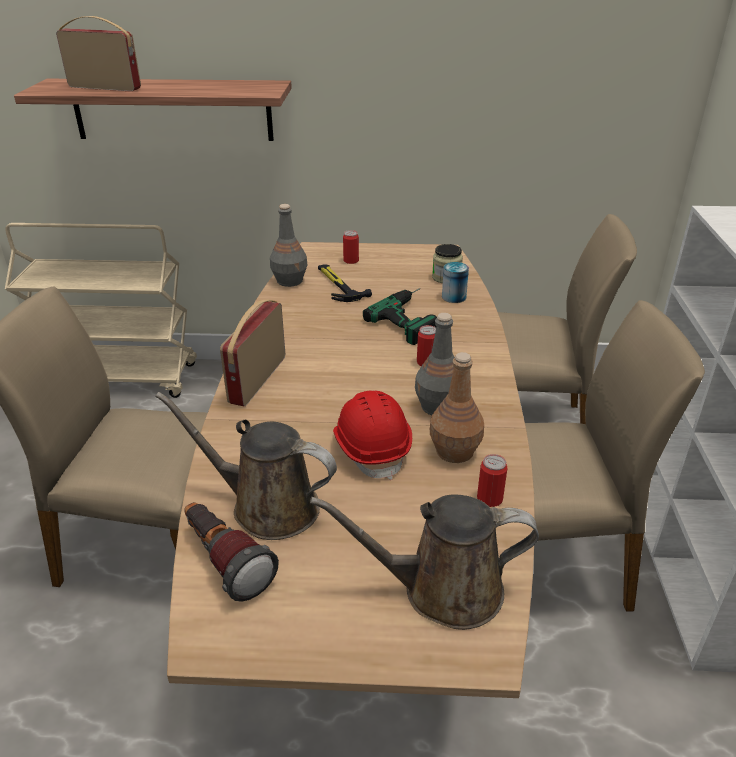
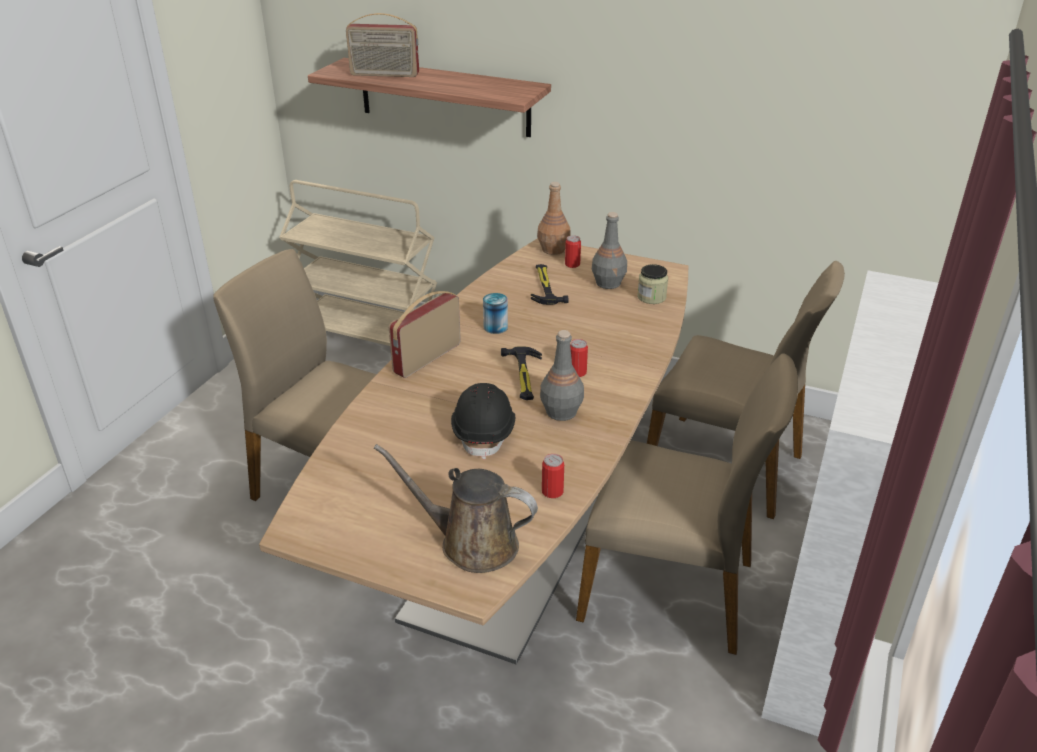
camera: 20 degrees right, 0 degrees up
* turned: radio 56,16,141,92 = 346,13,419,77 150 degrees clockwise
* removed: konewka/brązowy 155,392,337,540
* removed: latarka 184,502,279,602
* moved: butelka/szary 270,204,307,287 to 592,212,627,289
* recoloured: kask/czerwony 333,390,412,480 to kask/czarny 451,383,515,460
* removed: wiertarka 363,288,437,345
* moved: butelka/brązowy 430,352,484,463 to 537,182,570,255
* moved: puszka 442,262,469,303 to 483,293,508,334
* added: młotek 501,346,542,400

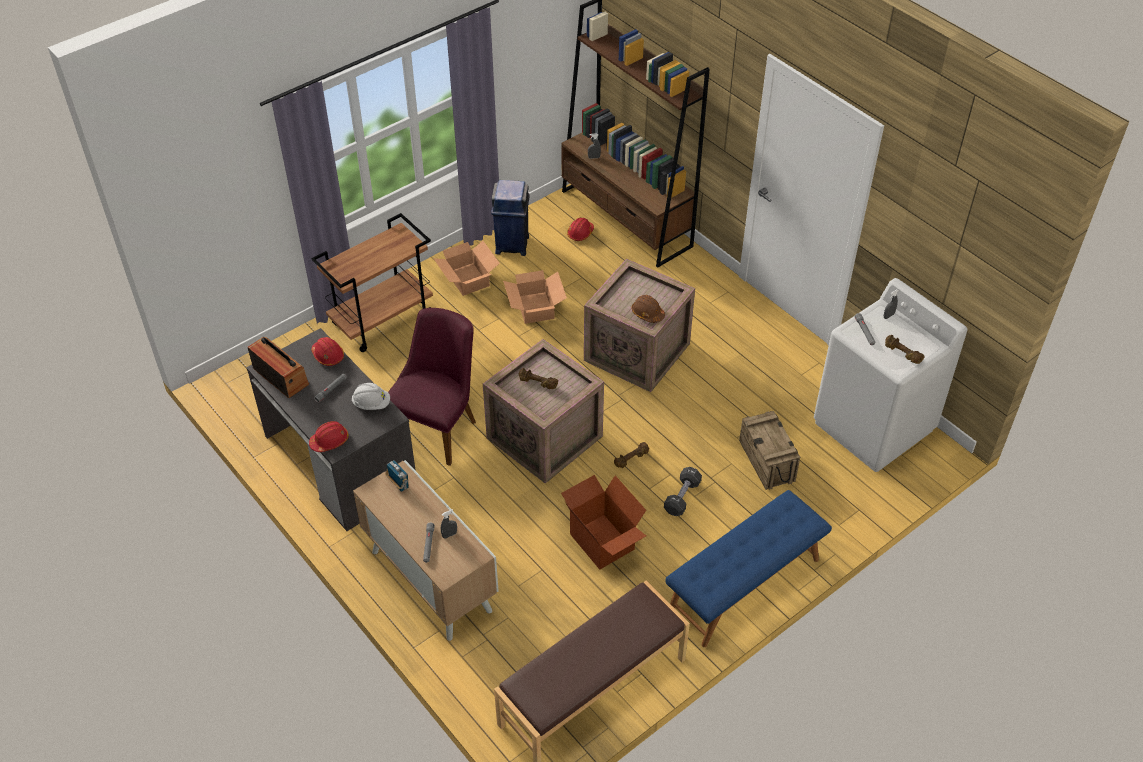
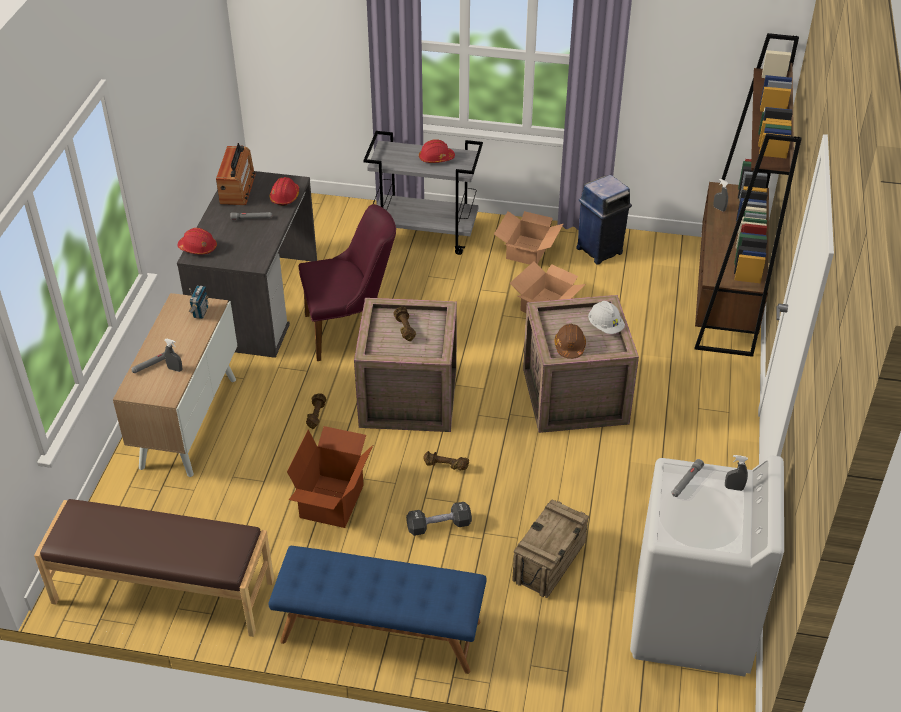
camera: 50 degrees right, 5 degrees down
* recoloured: wózek/brązowy 311,213,433,352 to wózek/szary 363,131,483,255
* moved: kask/biały 352,383,390,410 to 588,301,625,334
* moved: kask/czerwony 567,217,594,241 to 419,139,455,163
* moved: hantel/brązowy 885,335,925,364 to 306,393,326,429

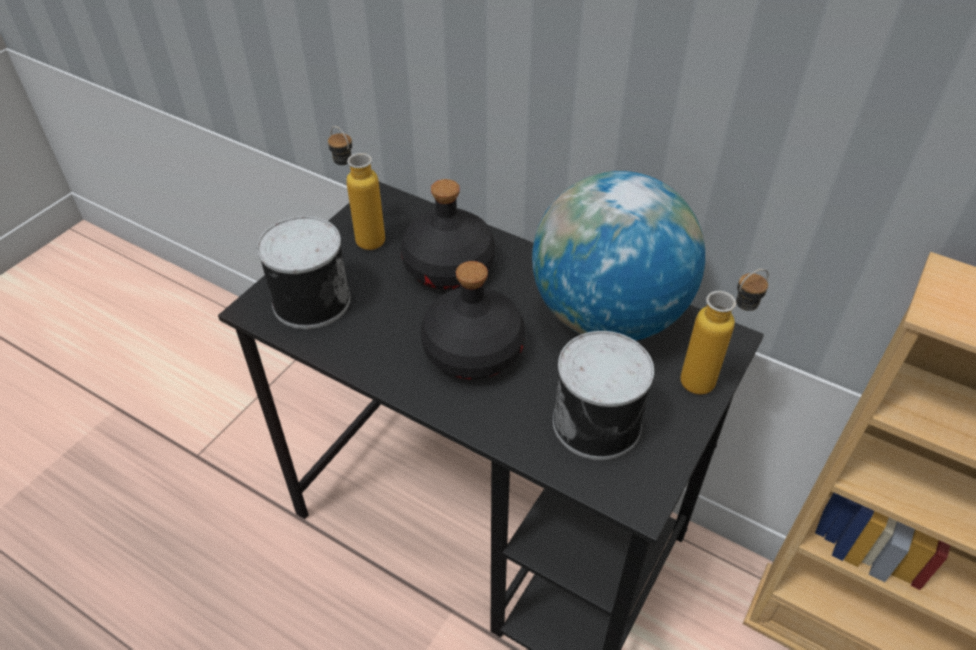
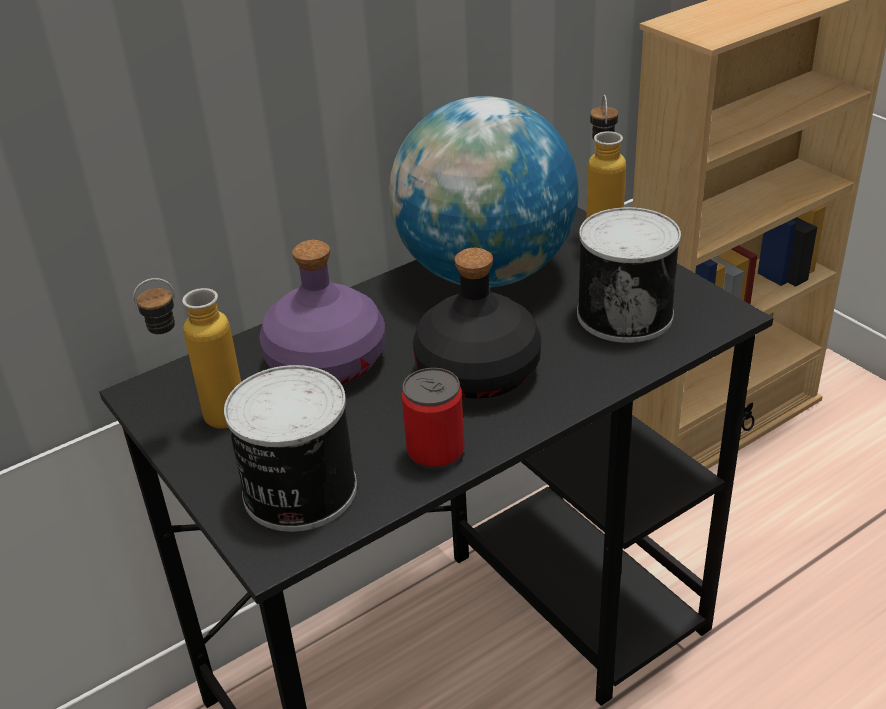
camera: 65 degrees left, 10 degrees down
* recoloured: butelka/czarny 400,179,495,289 to butelka/fioletowy 259,240,385,384
* added: puszka 402,368,465,470

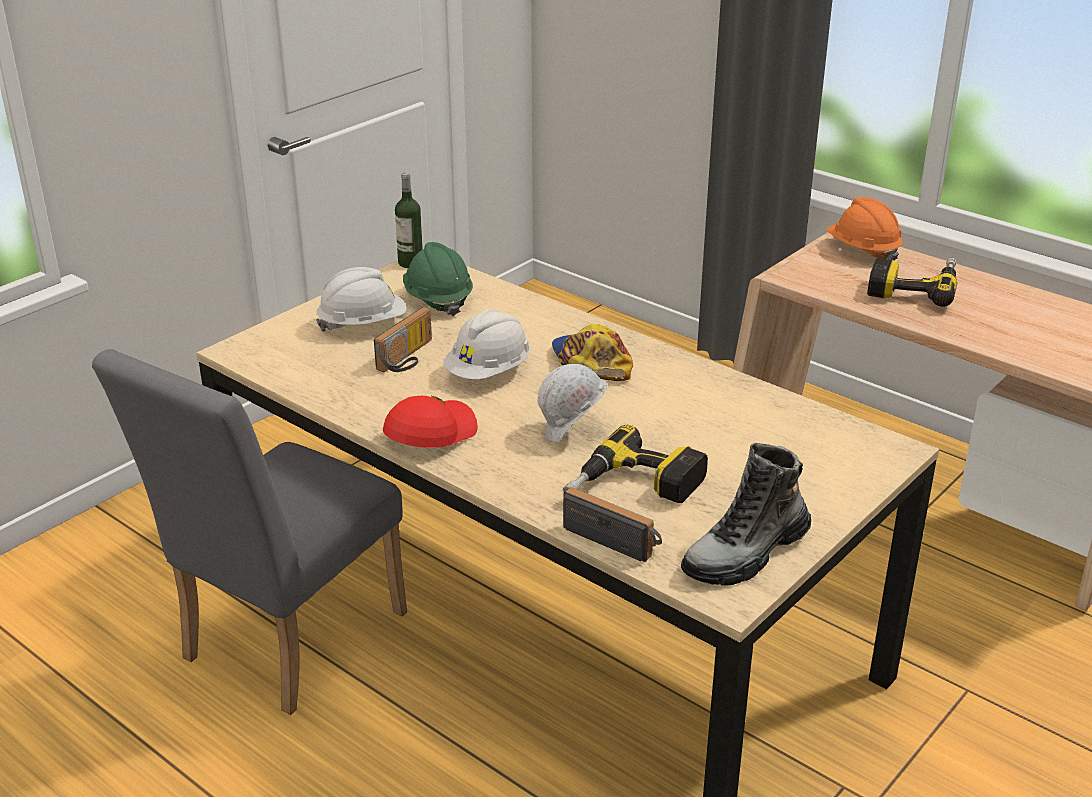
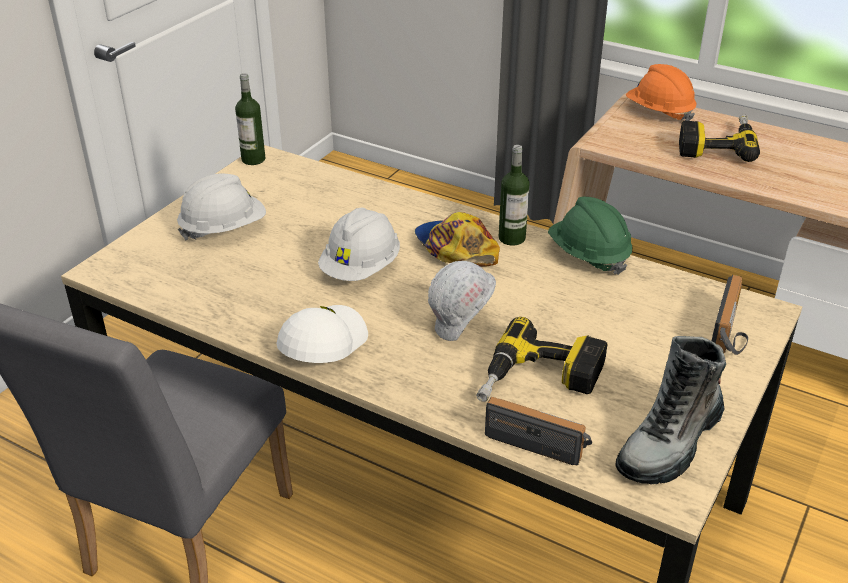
camera: 10 degrees left, 5 degrees up
* moved: radio 374,307,432,372 to 712,275,748,355
* recoloured: czapka z daszkiem/czerwony 383,395,478,448 to czapka z daszkiem/biały 276,305,368,363
* moved: kask/zielony 403,242,473,316 to 548,197,632,275
* added: butelka 499,145,530,246

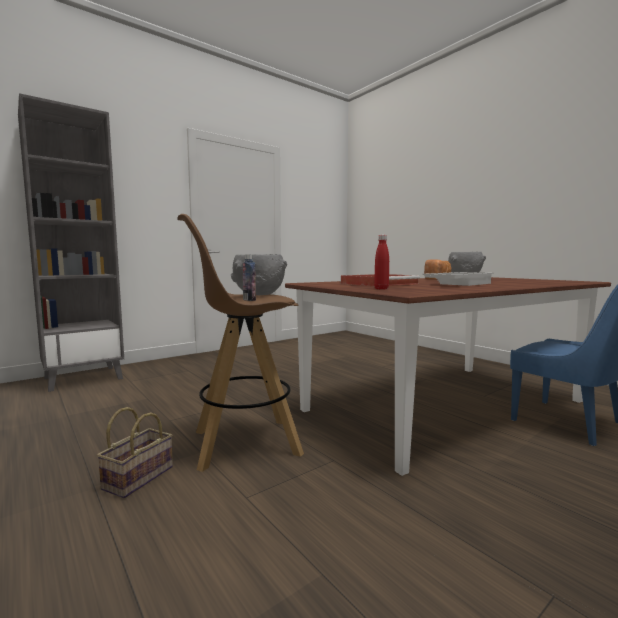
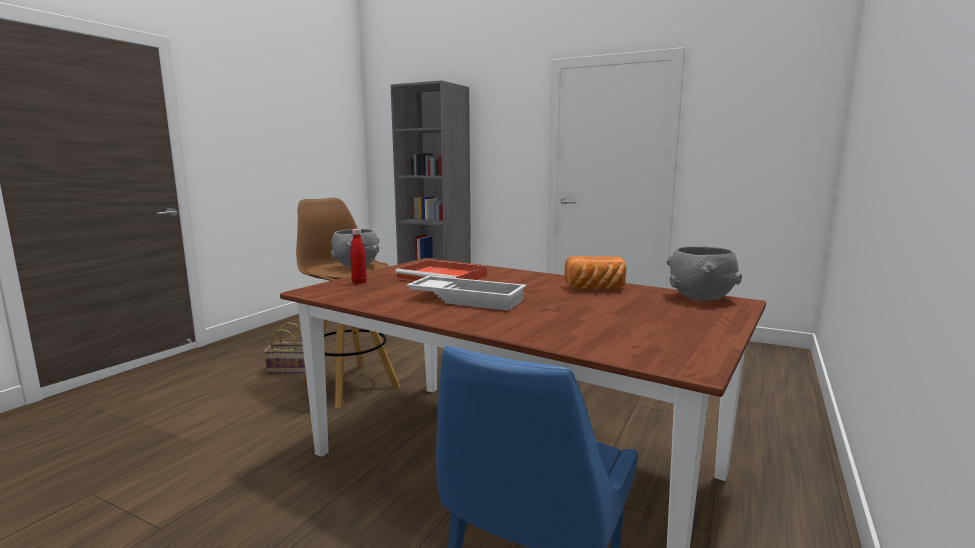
camera: 65 degrees right, 5 degrees up
* removed: butelka 242,254,256,301

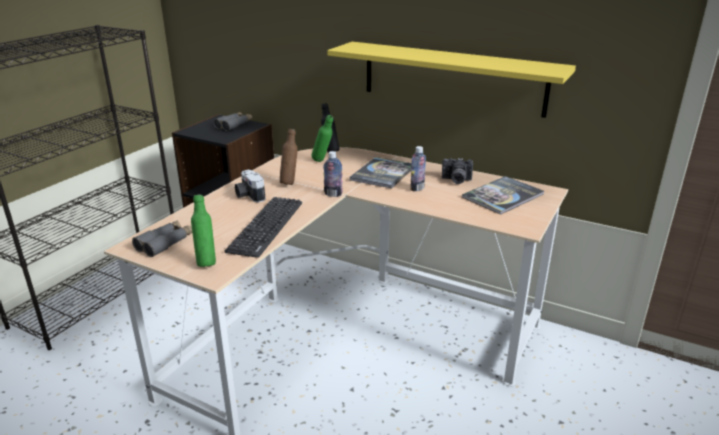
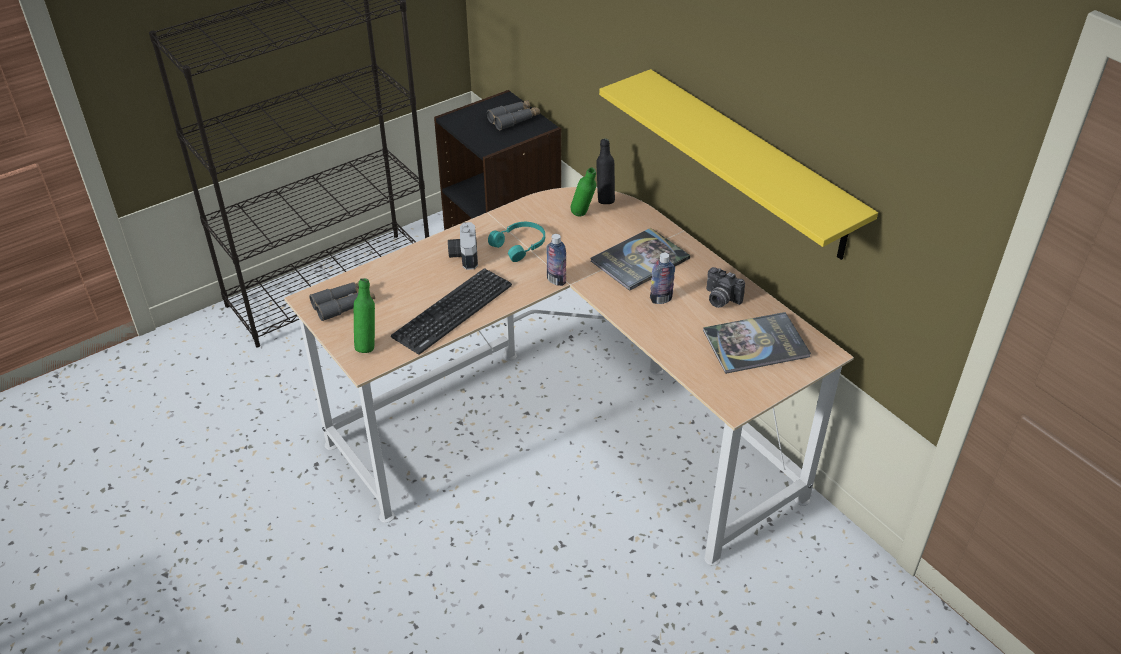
camera: 25 degrees right, 15 degrees up
* replaced: butelka/brązowy 280,129,298,185 to słuchawki/turkusowy 488,222,545,262

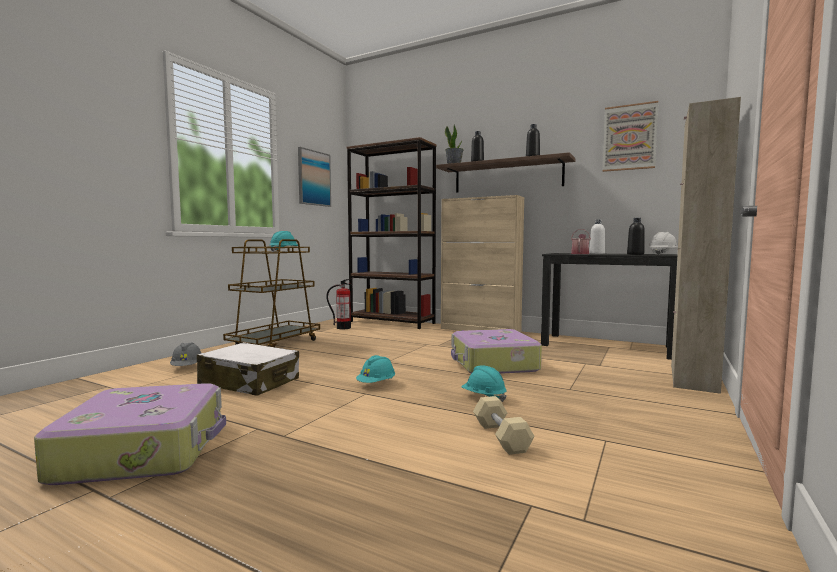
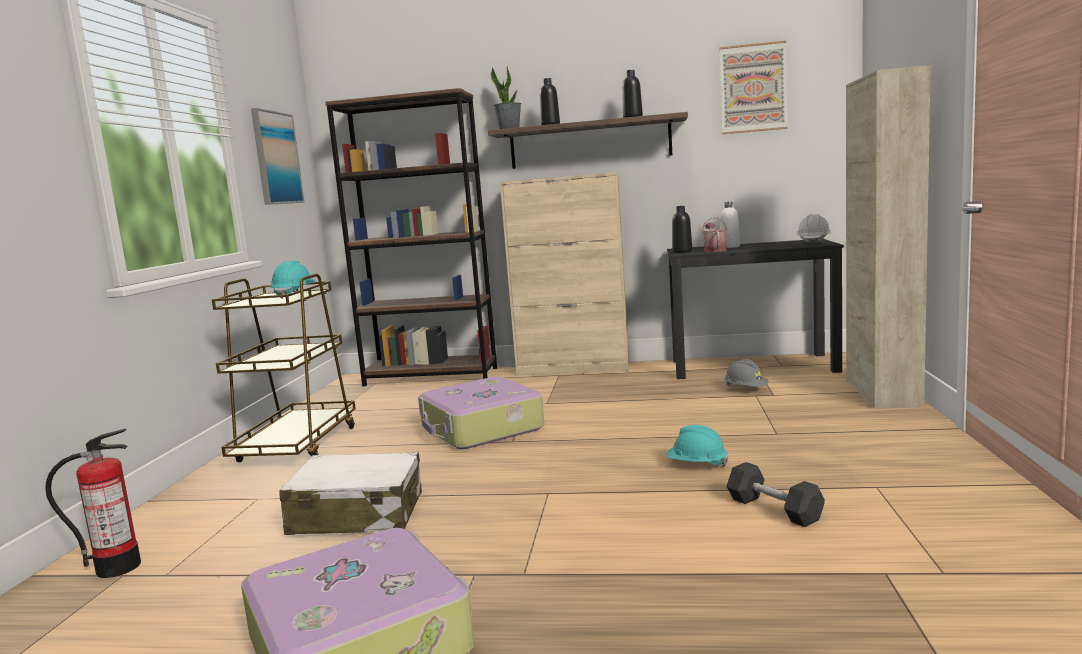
camera: 20 degrees left, 5 degrees up
* moved: kask/szary 170,342,201,366 to 725,359,769,387
* moved: gaśnica 326,279,353,329 to 45,429,141,578
* removed: kask/turkusowy 356,355,395,383
* moved: walizka 451,329,542,374 to 418,377,544,449
* recoloured: hantel/beżowy 473,396,535,455 to hantel/czarny 726,462,825,527
* moved: butelka/czarny 627,218,645,255 to 672,206,692,253

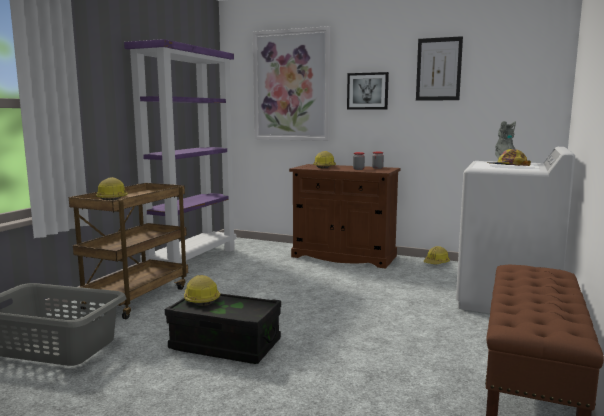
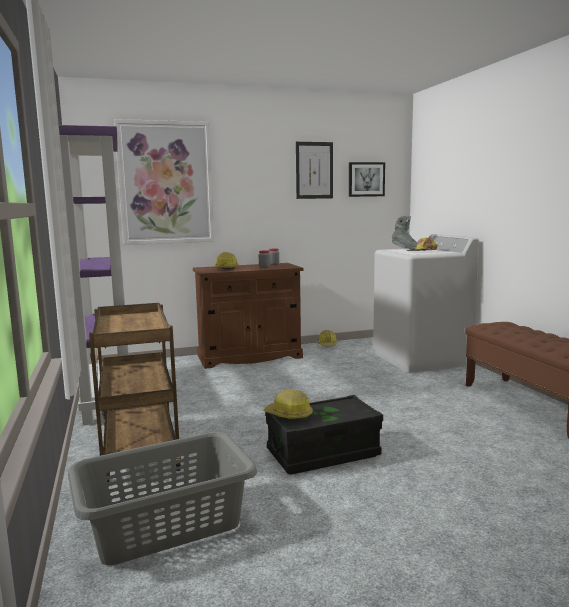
camera: 40 degrees left, 0 degrees up
* removed: kask 95,177,128,201
* moved: obraz 347,72,389,109 to 349,162,385,197

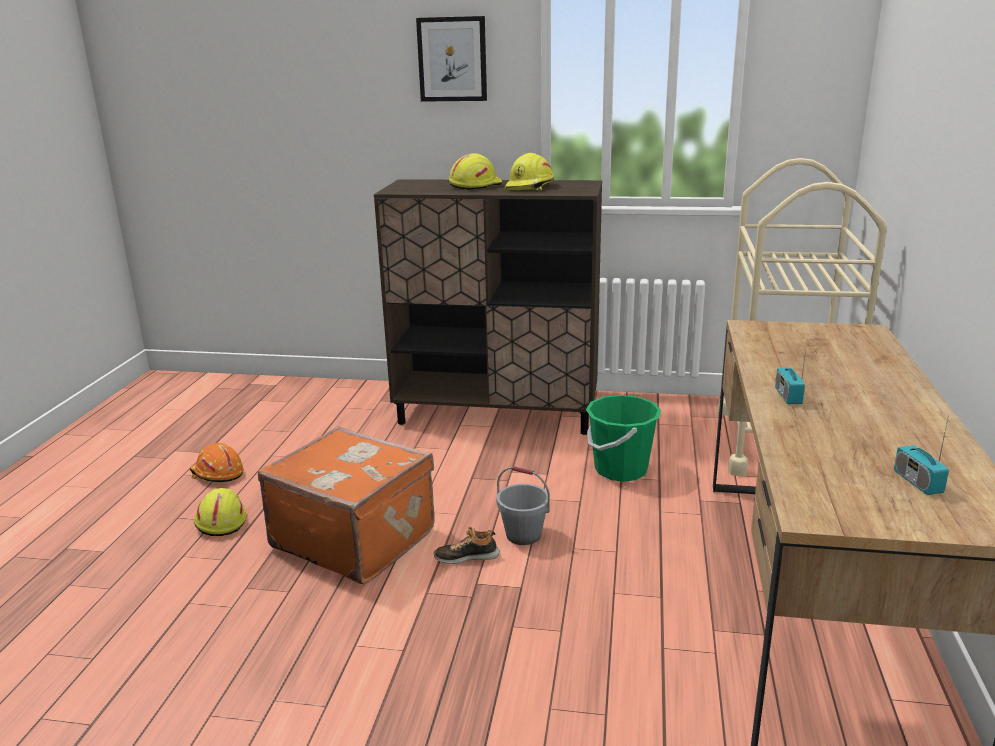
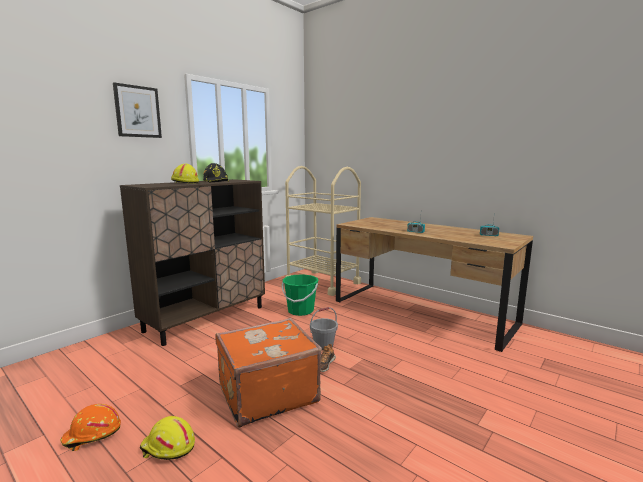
camera: 60 degrees left, 10 degrees down
* recoloured: kask/żółty 505,153,555,190 to kask/czarny 203,163,229,182

